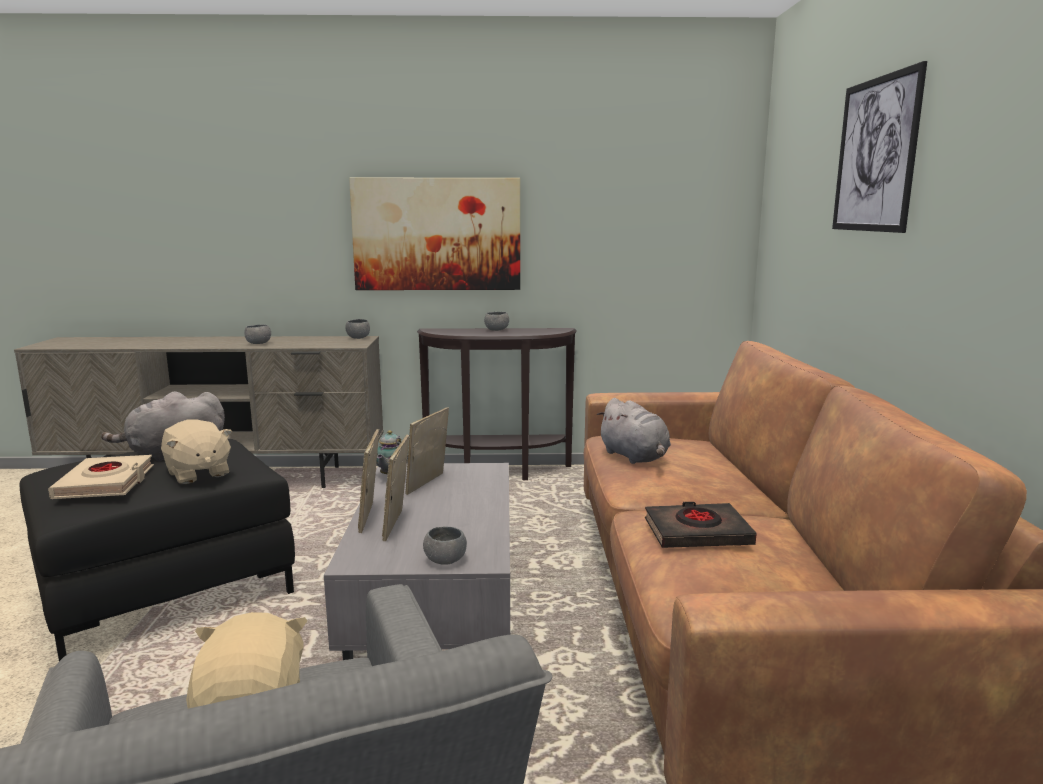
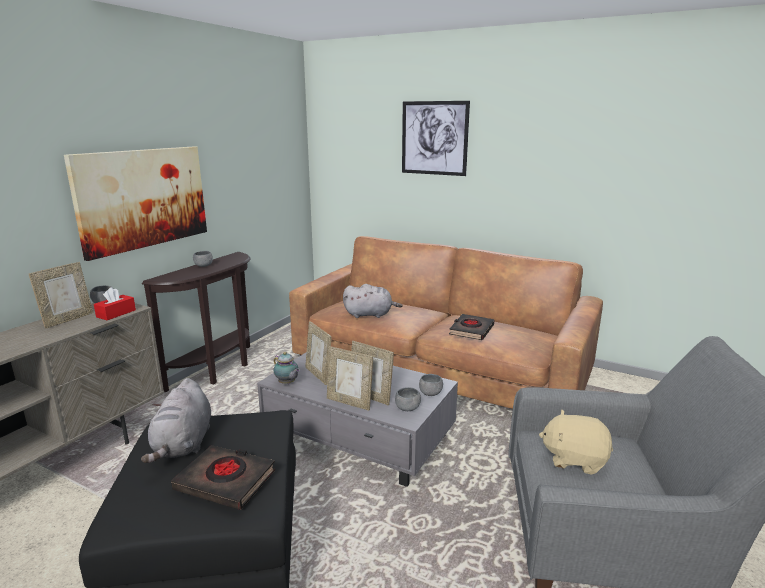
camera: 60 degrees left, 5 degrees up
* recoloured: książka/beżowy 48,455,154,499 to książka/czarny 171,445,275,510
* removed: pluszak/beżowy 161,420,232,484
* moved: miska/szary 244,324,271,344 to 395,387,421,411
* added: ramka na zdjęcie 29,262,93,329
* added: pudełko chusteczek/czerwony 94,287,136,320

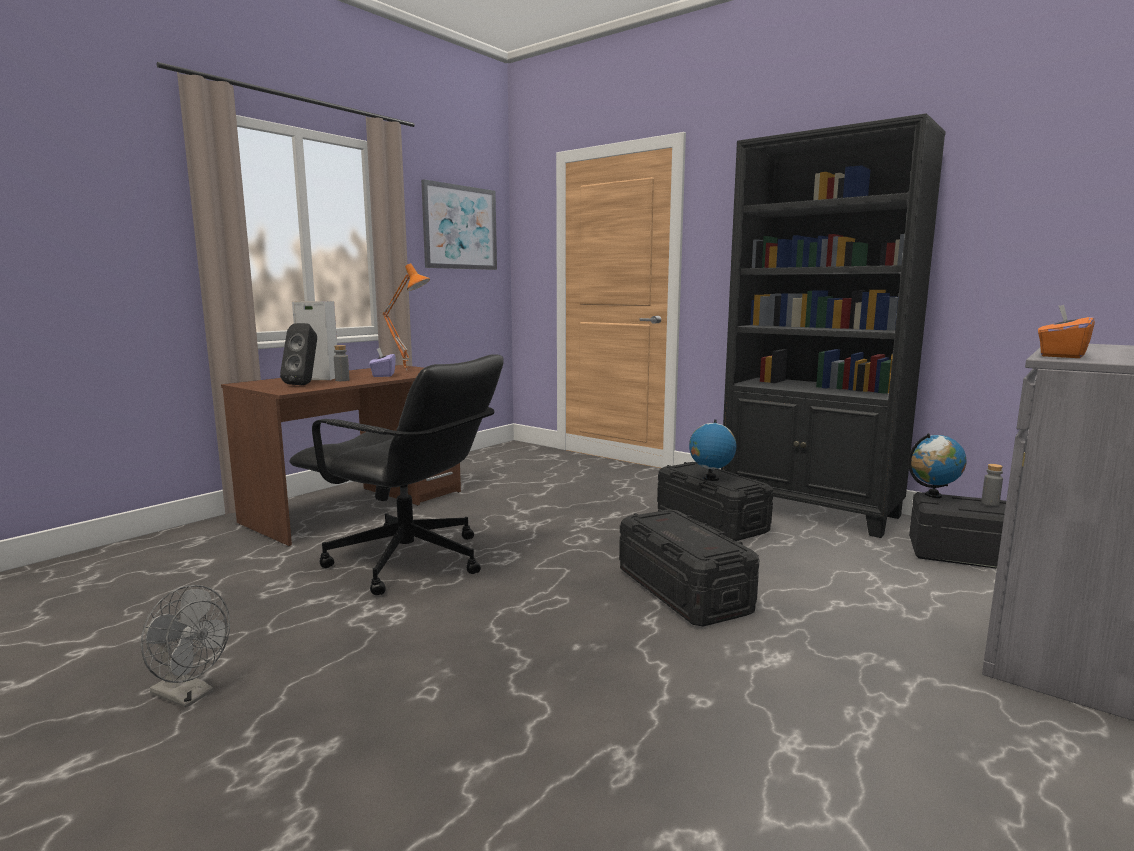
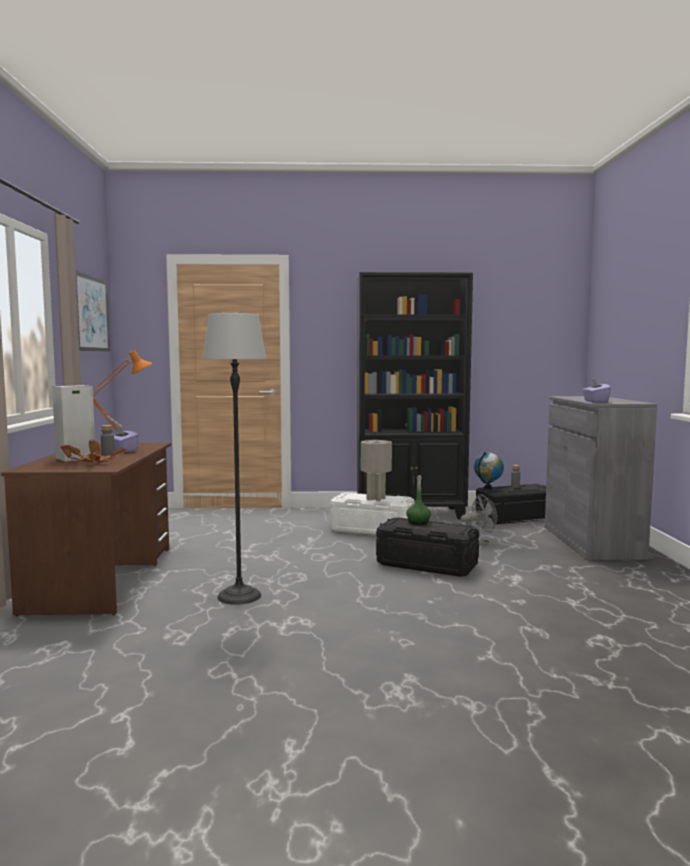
camera: 40 degrees left, 5 degrees down
* moved: wentylator/szary 140,585,230,708 to 461,494,497,545
* replaced: głośnik/czarny 280,323,317,385 to roślina doniczkowa 61,439,126,464
* replaced: krzesło biurowe/czarny 289,354,504,595 to lampa stojąca 203,313,266,605
* recoloured: pojemnik do przechowywania/czarny 657,462,773,541 to pojemnik do przechowywania/biały 330,492,415,535
* replaced: globus 689,419,736,481 to lampa stołowa/szary 361,440,392,501
* recoloured: pudełko chusteczek/pomarańczowy 1038,305,1095,358 to pudełko chusteczek/fioletowy 582,379,611,402
* added: butelka/zielony 406,475,431,524

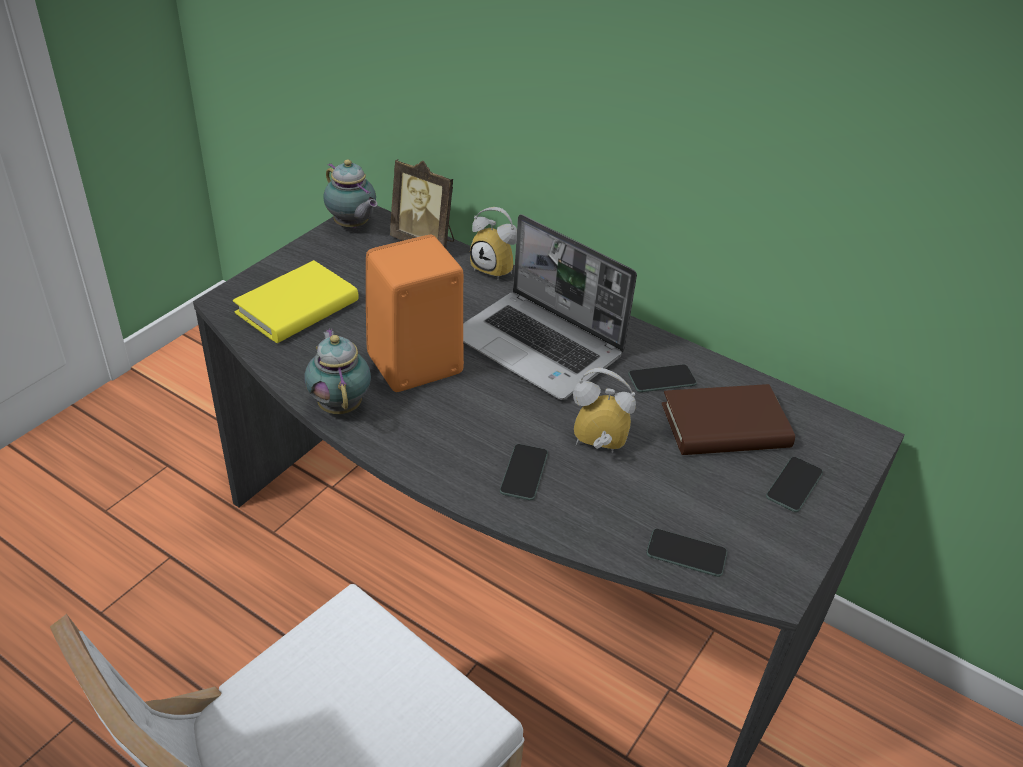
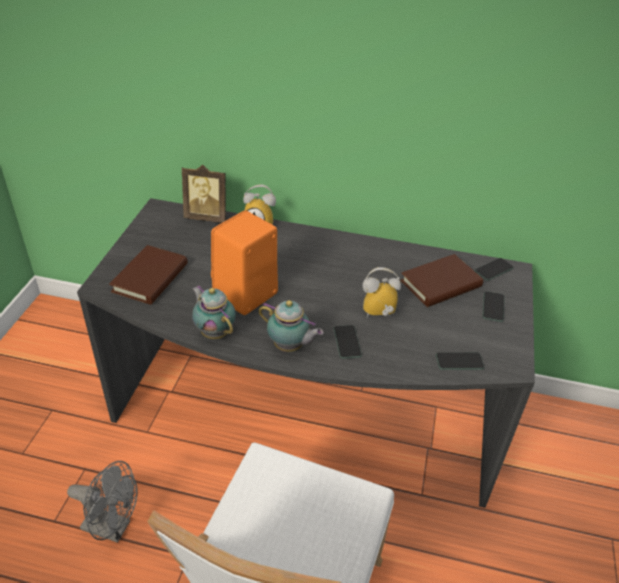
camera: 20 degrees left, 0 degrees up
* recoloured: książka/żółty 233,260,359,343 to książka/brązowy 109,245,188,305
* moved: imbryk 323,159,377,228 to 259,300,323,352
* removed: laptop 463,214,637,400
* moved: telefon 628,364,697,392 to 475,258,514,281
* added: wentylator/szary 67,461,138,543

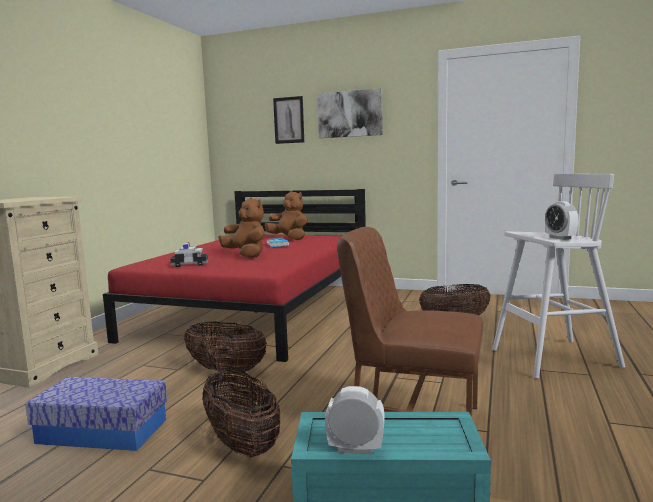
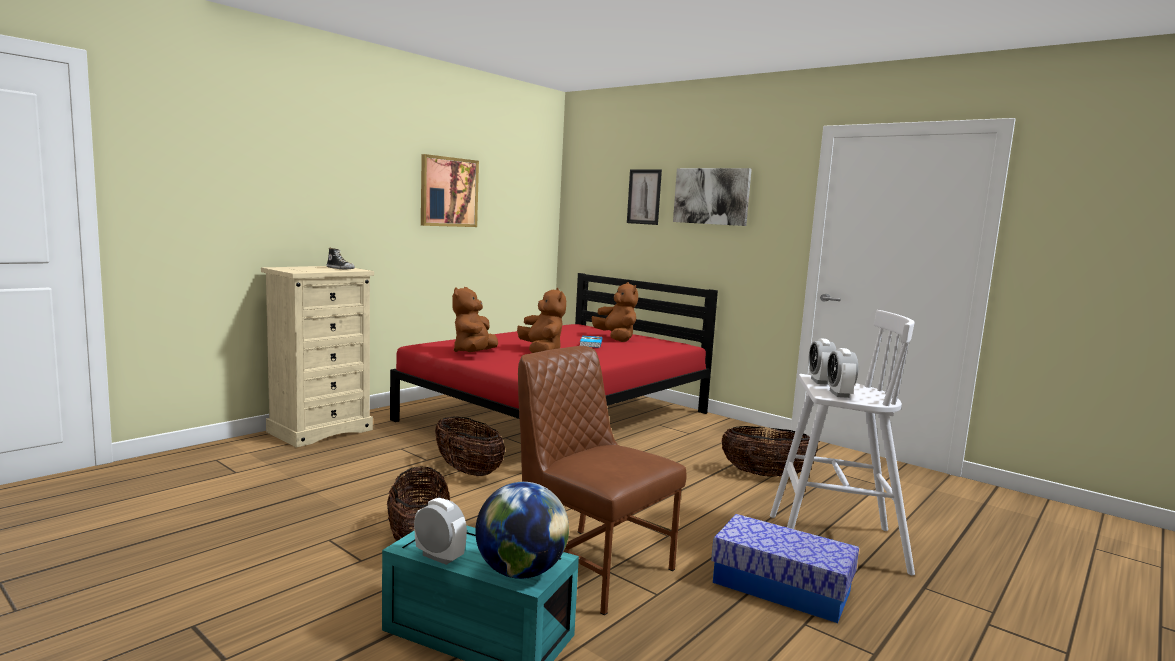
camera: 20 degrees right, 0 degrees up
* moved: pojemnik do przechowywania 25,377,167,451 to 711,514,859,623
* replaced: samochodzik 171,242,208,267 to pluszak/brązowy 452,287,498,352
* added: but 327,248,355,269
* added: obraz 421,154,479,227
* added: globus 475,482,569,579
* added: budzik 809,338,837,385

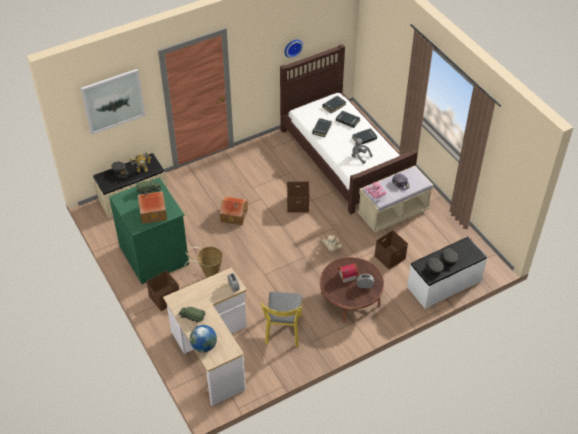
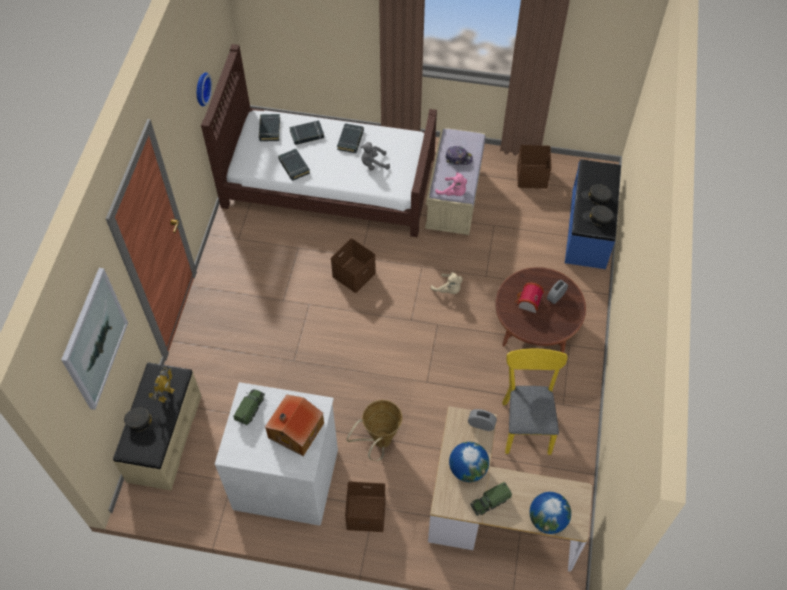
camera: 50 degrees left, 10 degrees up
* recoloured: komoda/zielony 109,177,189,284 to komoda/biały 215,382,338,526
* removed: domek 220,196,248,225
* turned: krzesło/żółty 260,292,302,347 = 502,348,568,455 135 degrees counterclockwise
* moved: pojemnik do przechowywania/brązowy 374,231,408,269 to 517,145,552,189
* recoloured: ławka/biały 407,237,487,309 to ławka/niebieski 565,159,621,269
* added: globus 449,442,489,482

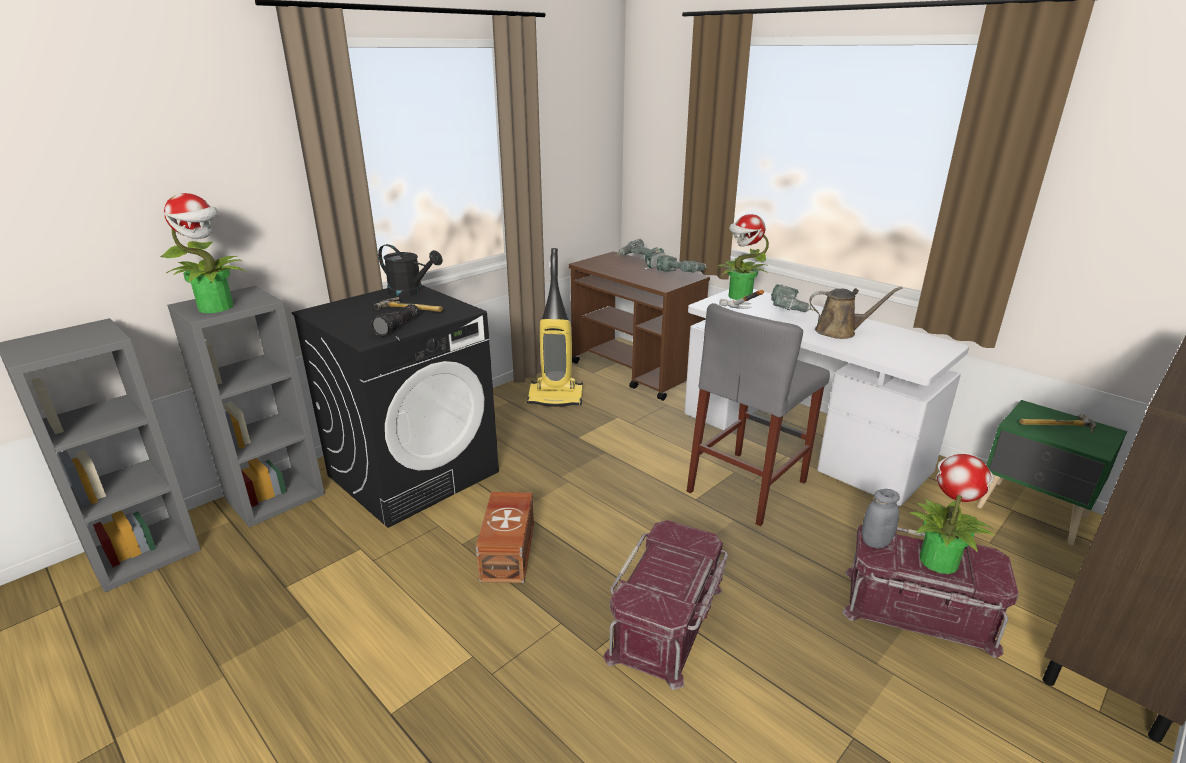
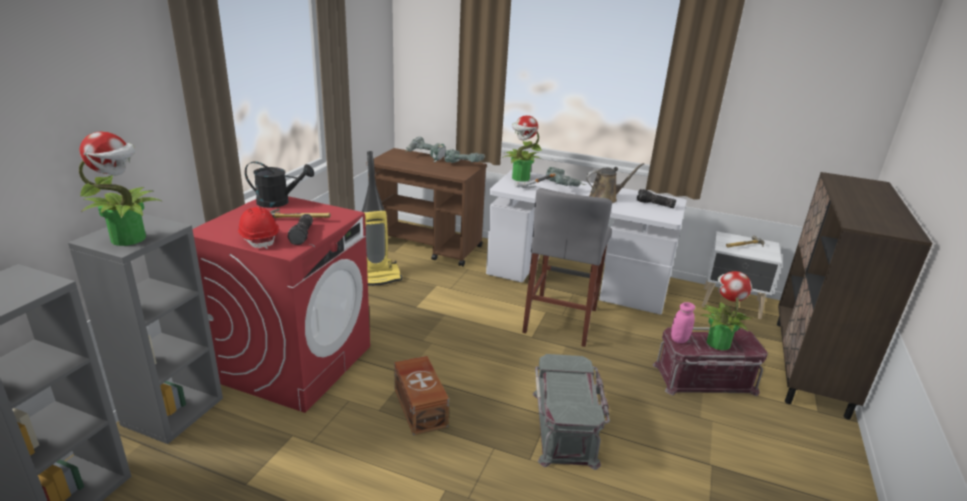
camera: 25 degrees left, 0 degrees up
* recoloured: pralka/czarny 292,285,499,528 to pralka/czerwony 193,196,370,413
* recoloured: pojemnik do przechowywania/czerwony 603,520,728,690 to pojemnik do przechowywania/szary 533,354,610,470
* recoloured: słoik/szary 862,489,900,549 to słoik/różowy 671,302,695,343
* recoloured: szafka nocna/zielony 977,400,1127,545 to szafka nocna/biały 702,231,782,319
* added: kask/czerwony 237,207,279,249
* added: latarka 637,189,676,208

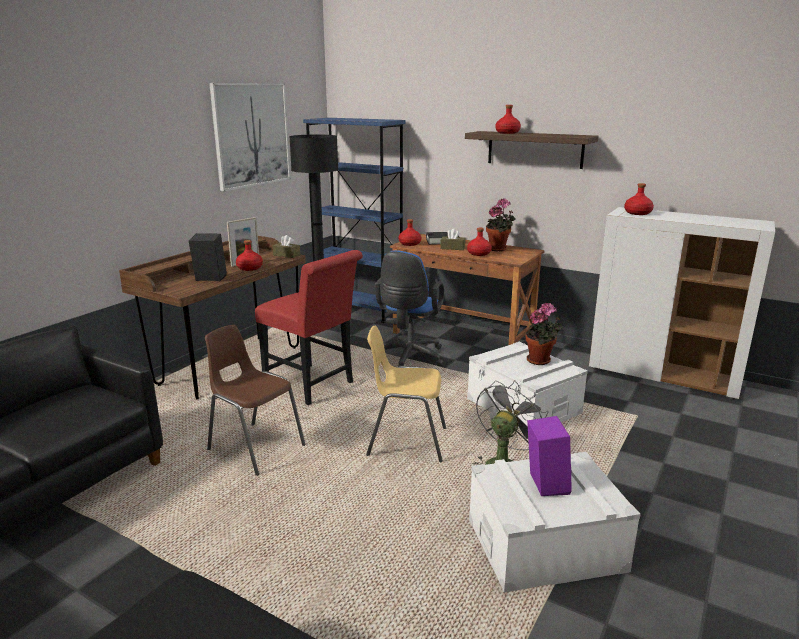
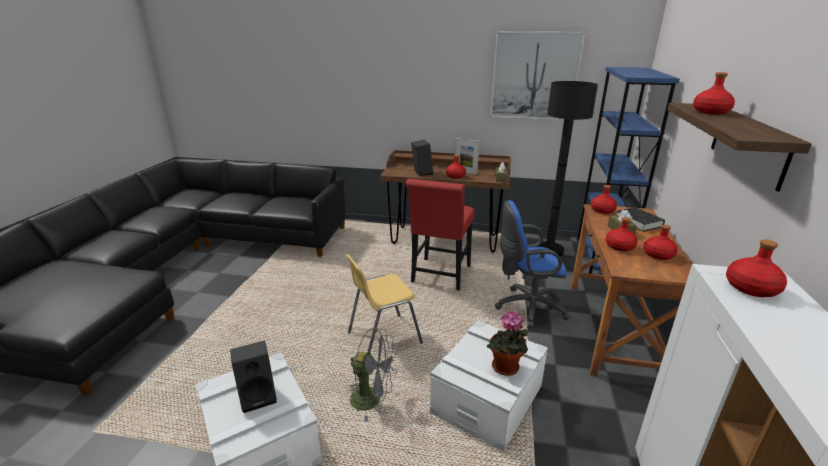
camera: 70 degrees right, 5 degrees up
* removed: krzesło/brązowy 205,325,306,476
* turned: krzesło/żółty 366,325,446,462 = 346,254,423,353 105 degrees counterclockwise
* replaced: roślina doniczkowa 486,198,515,251 to butelka/czerwony 643,224,678,260
* recoloured: głośnik/fioletowy 527,416,572,496 to głośnik/czarny 230,341,277,413

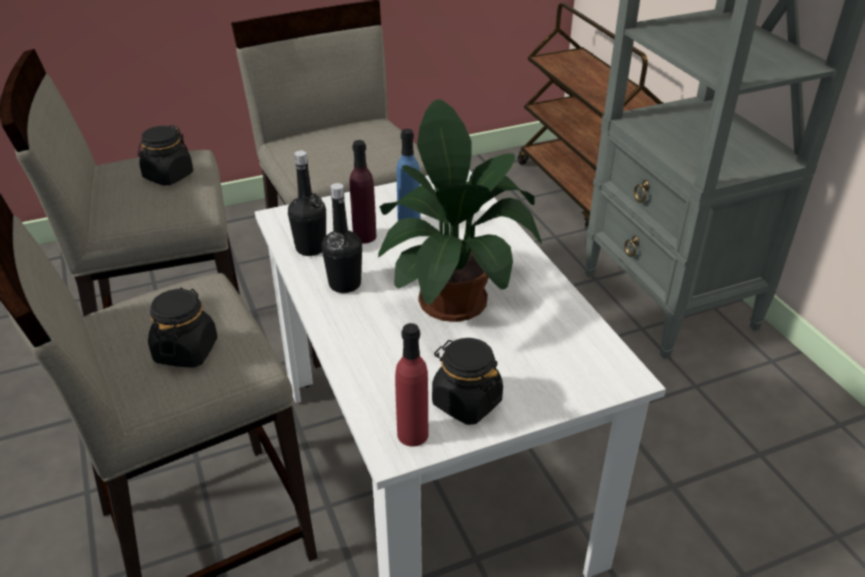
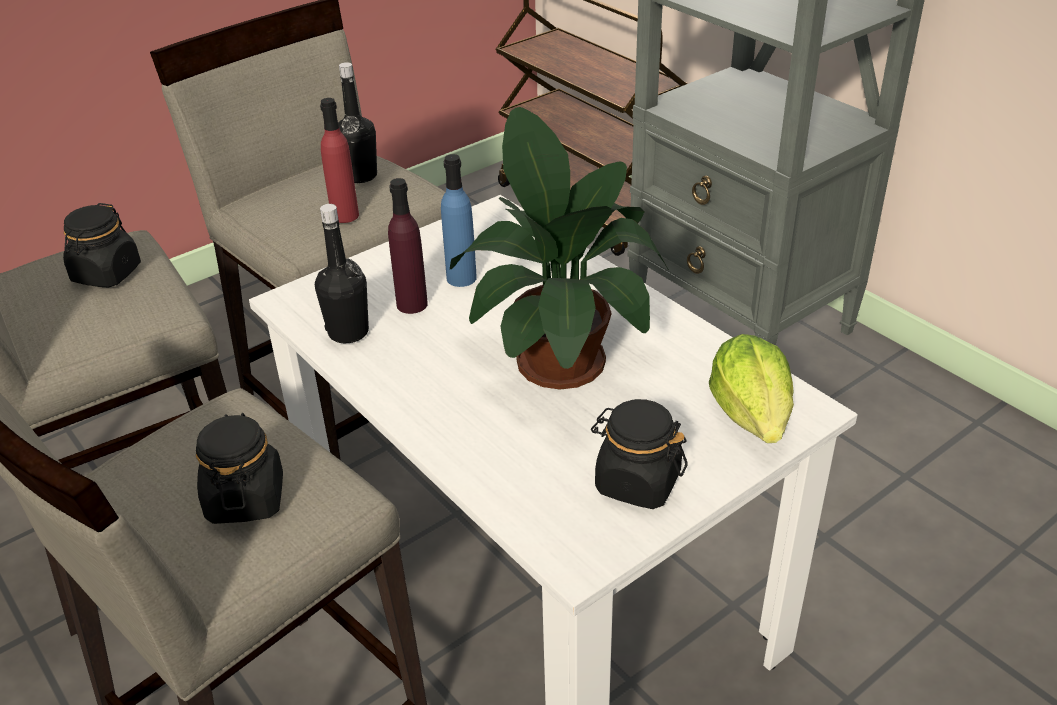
camera: 15 degrees left, 0 degrees up
* moved: butelka/czarny 322,183,362,293 to 338,62,377,183
* moved: butelka/czerwony 395,323,429,447 to 320,98,359,223
* added: sałata 709,334,794,443

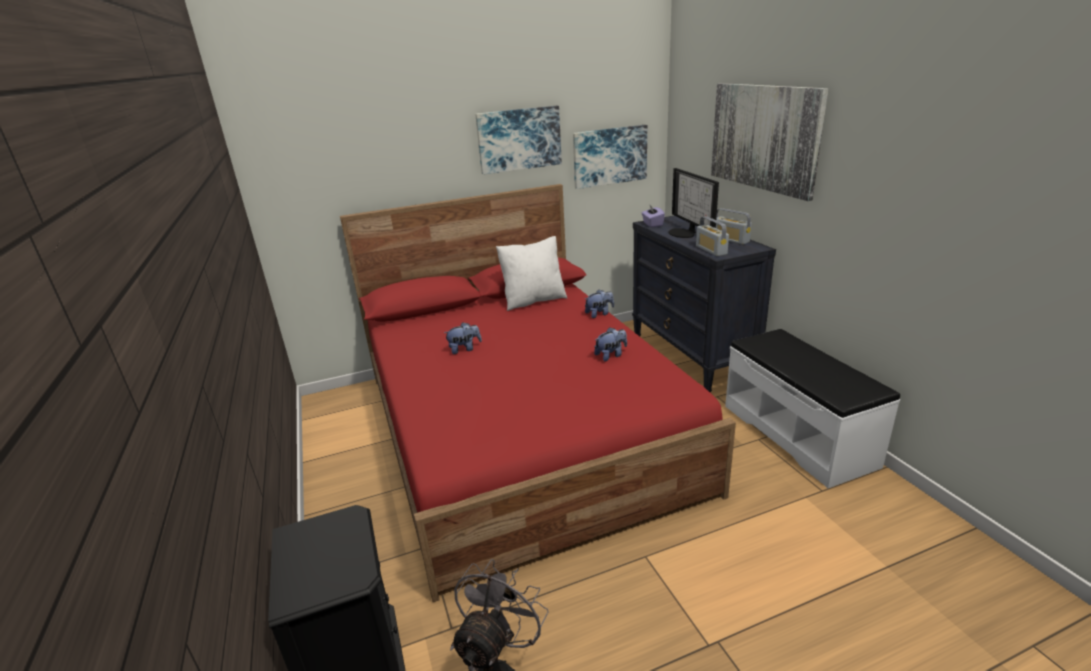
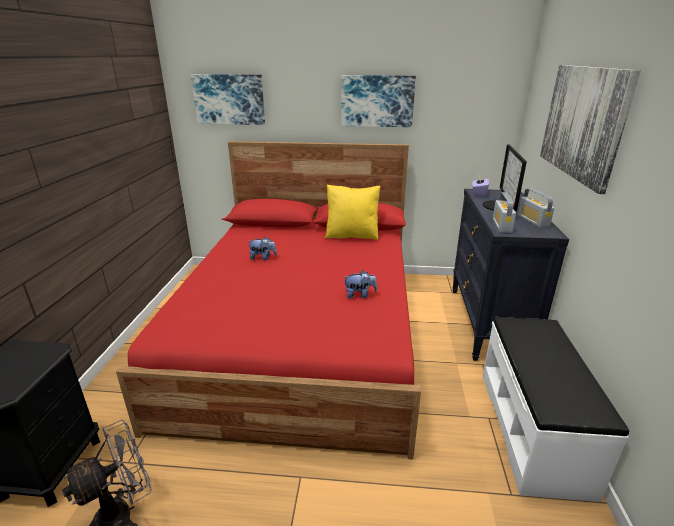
camera: 25 degrees right, 0 degrees up
* recoloured: poduszka/biały 496,236,567,311 to poduszka/żółty 325,185,381,241
* moved: obraz 573,125,647,189 to 191,74,265,125
* removed: pluszak 585,289,614,318

